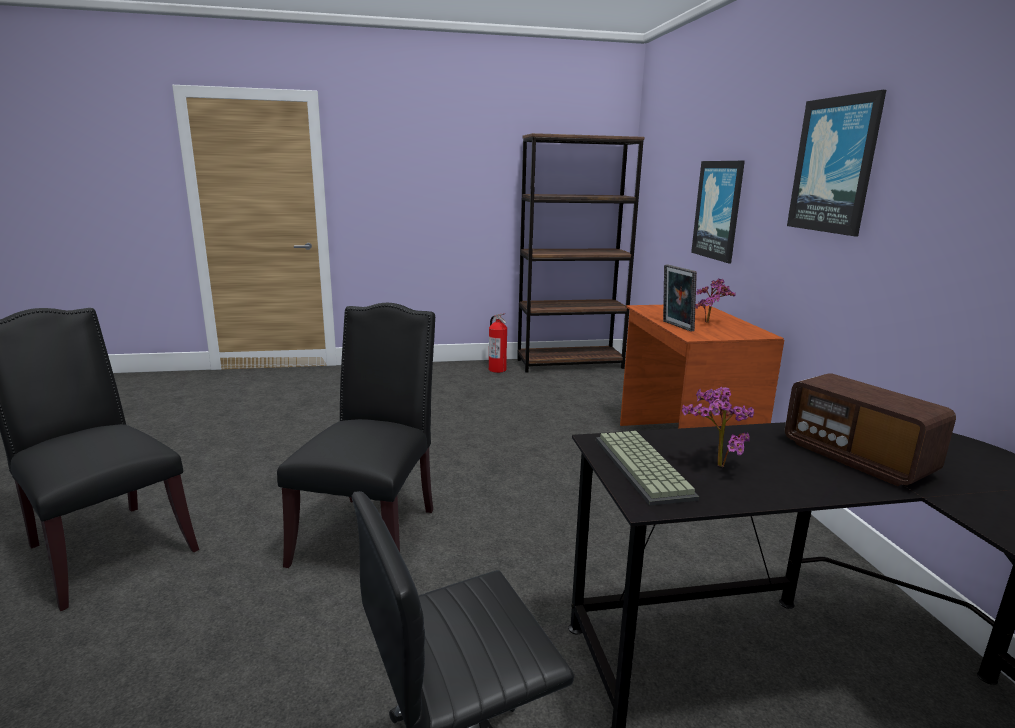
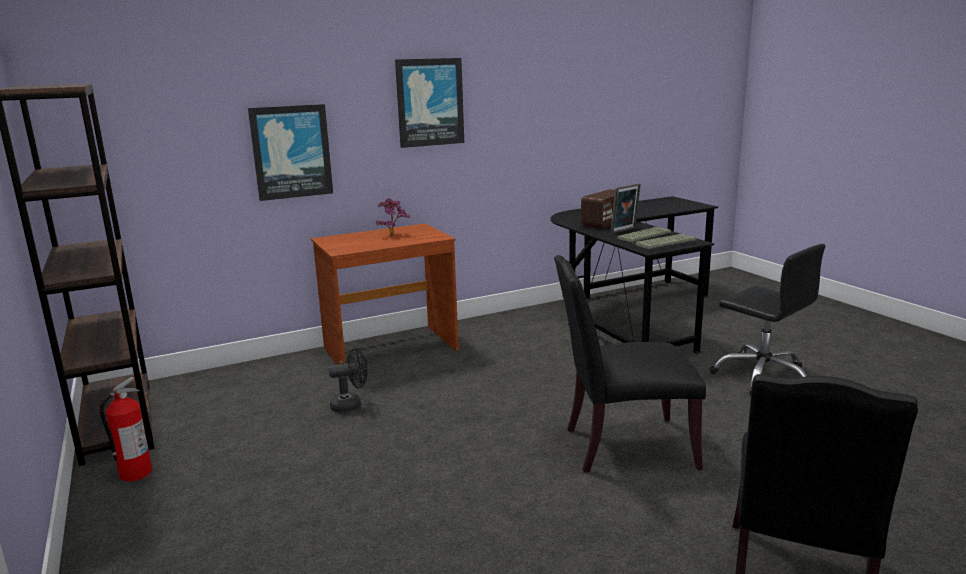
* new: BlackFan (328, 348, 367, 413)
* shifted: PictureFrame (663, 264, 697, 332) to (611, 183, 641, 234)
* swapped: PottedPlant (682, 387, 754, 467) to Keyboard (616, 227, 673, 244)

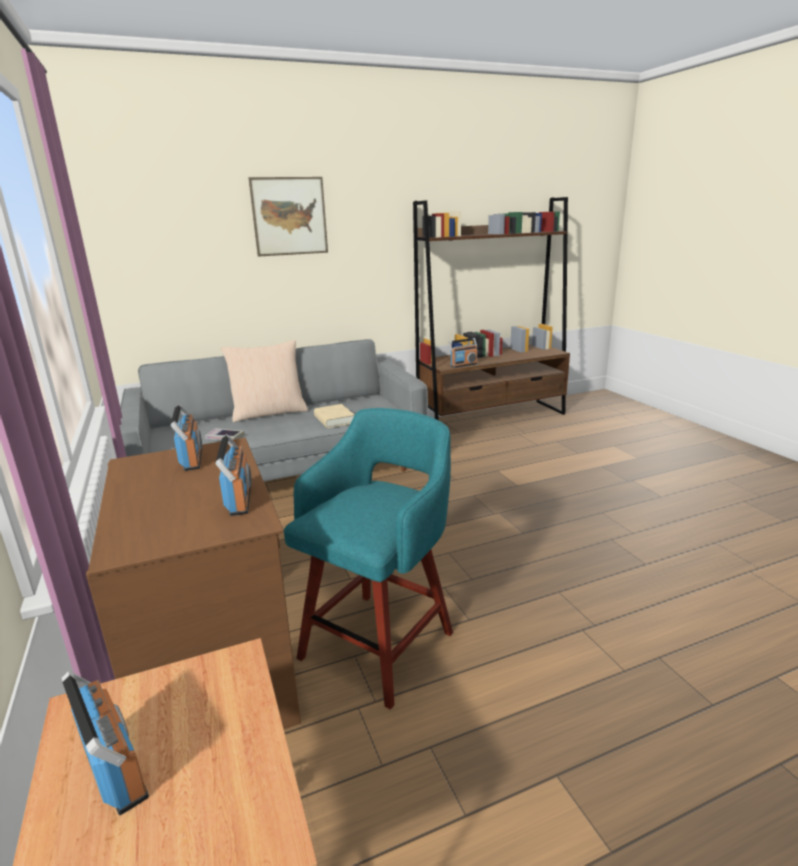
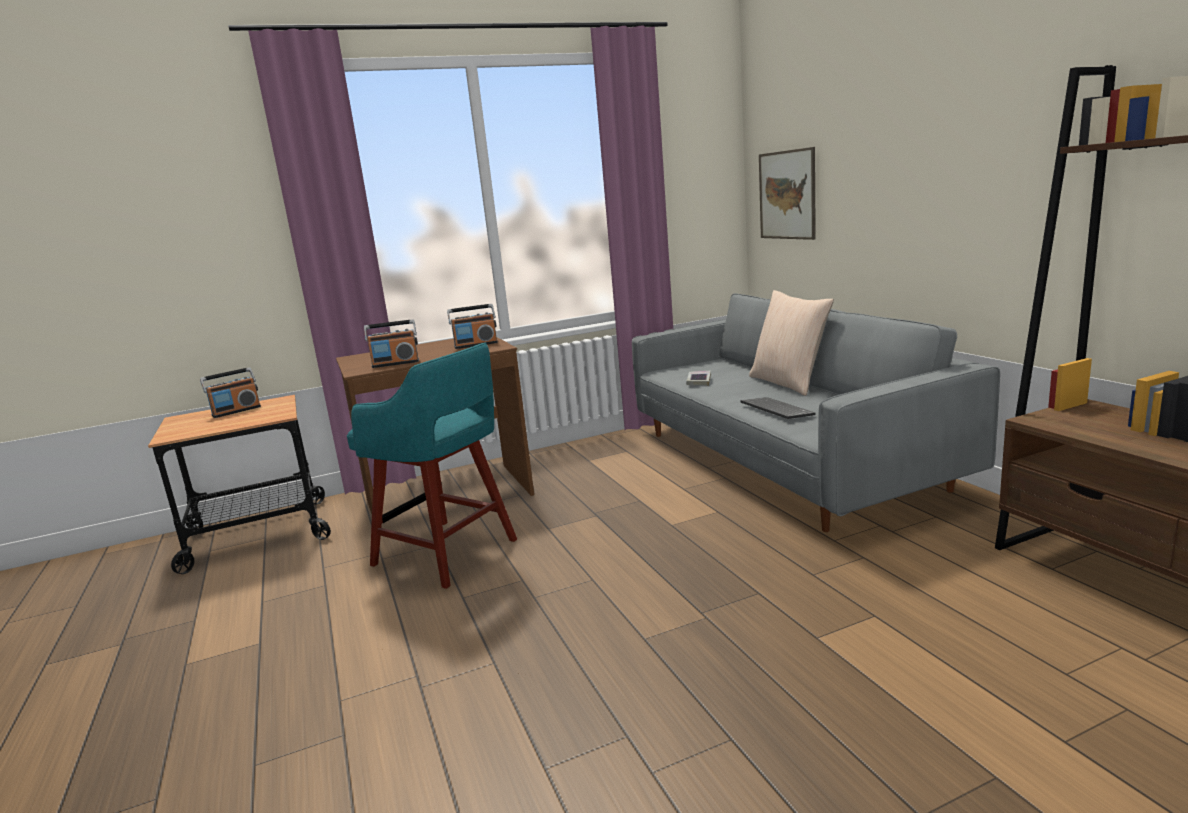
* swapped: BeigeBook (314, 404, 354, 428) to Keyboard (740, 397, 816, 419)
* shifted: Picture (248, 177, 328, 257) to (759, 147, 816, 240)
* gone: Radio (449, 338, 478, 368)

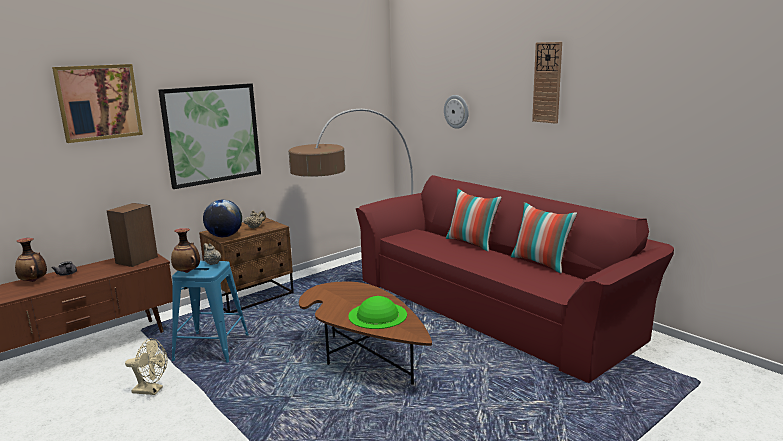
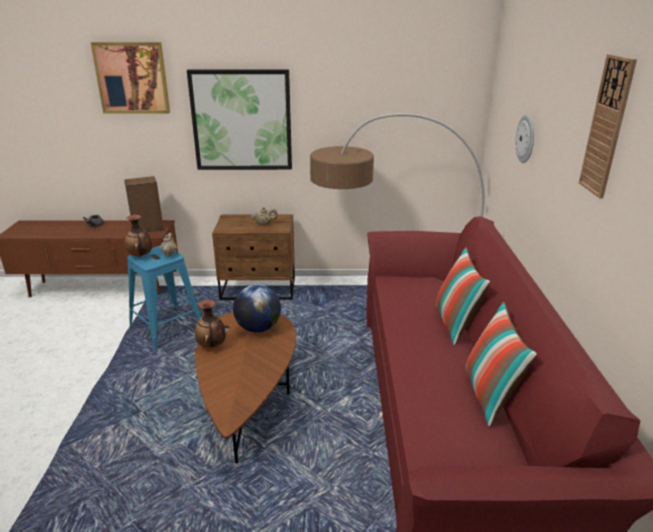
* shifted: Vase (15, 238, 47, 282) to (195, 300, 226, 348)
* shifted: Globe (203, 200, 242, 237) to (233, 285, 281, 332)
* gone: BeigeFan (125, 338, 168, 395)
* gone: GreenHat (348, 296, 407, 329)

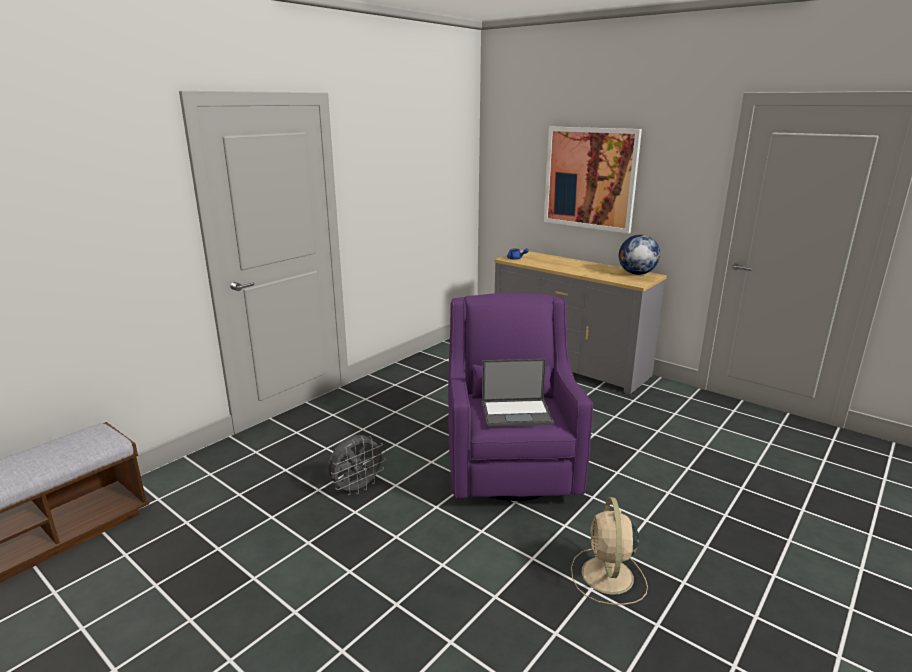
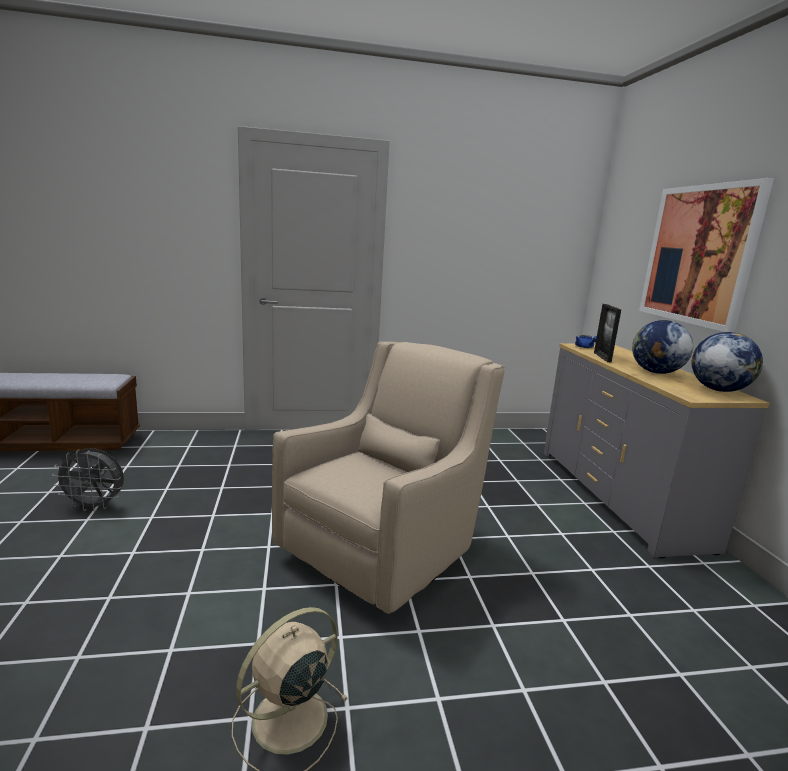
* shifted: GreyFan (328, 435, 386, 495) to (52, 448, 124, 512)
* repainted: PurpleArmchair (448, 293, 593, 502) to BeigeArmchair (272, 341, 504, 614)
* new: PictureFrame (594, 304, 621, 363)
* new: Globe (632, 320, 693, 374)
* gone: Laptop (482, 359, 554, 427)

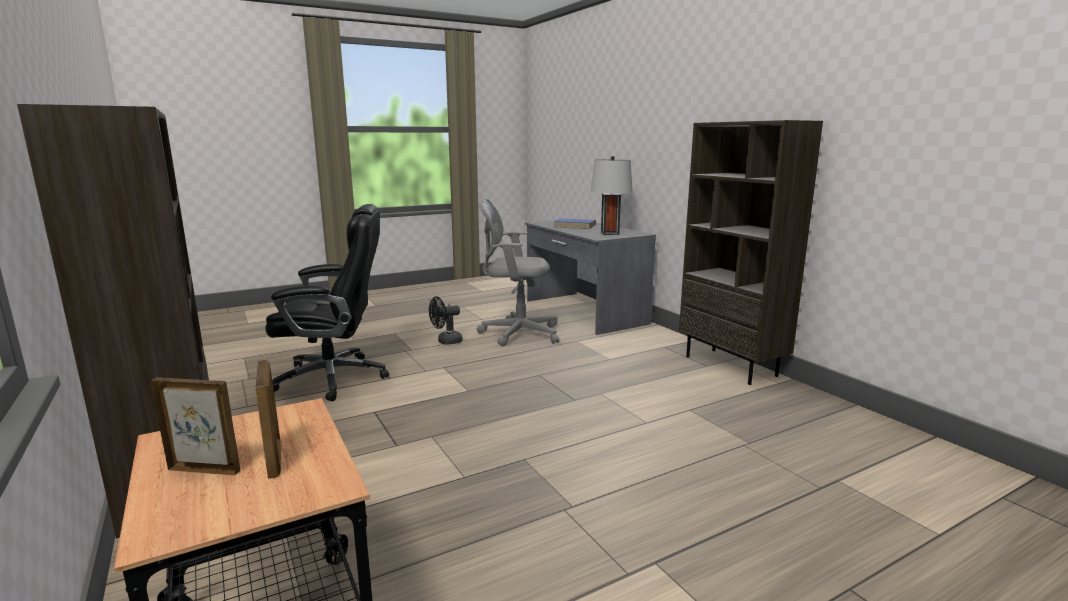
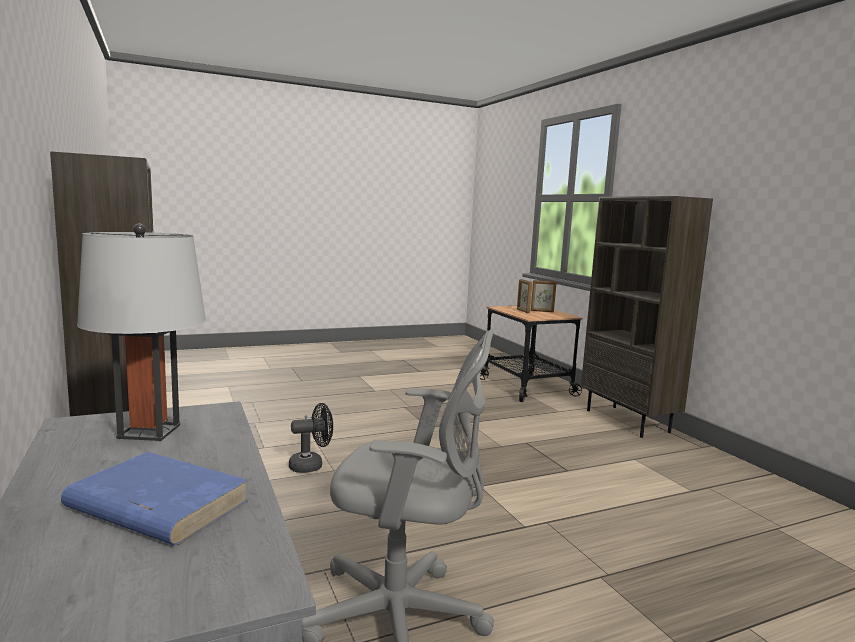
* shifted: BlackFan (429, 296, 463, 345) to (289, 403, 333, 473)
* gone: BlackOfficeChair (265, 204, 389, 401)

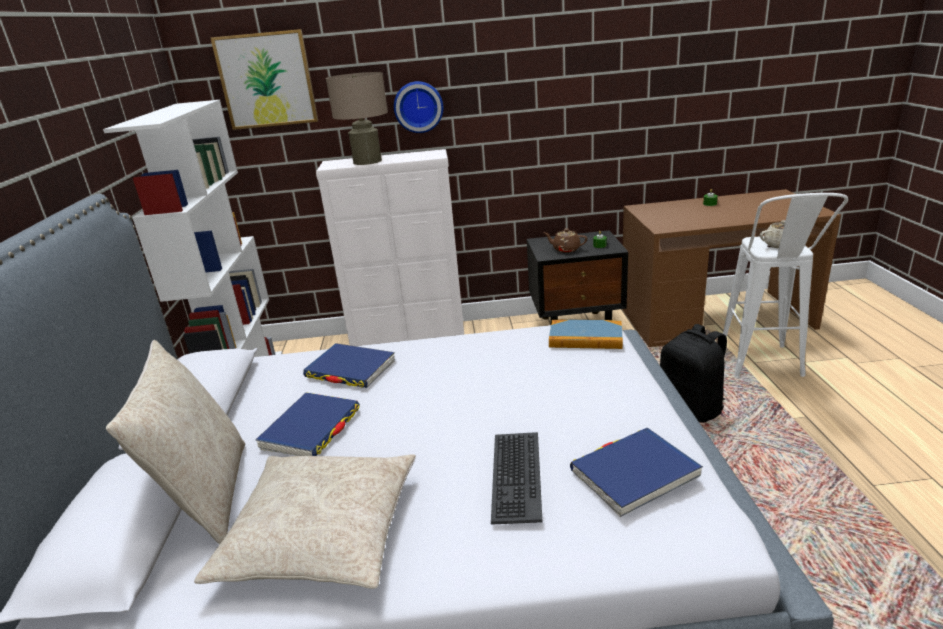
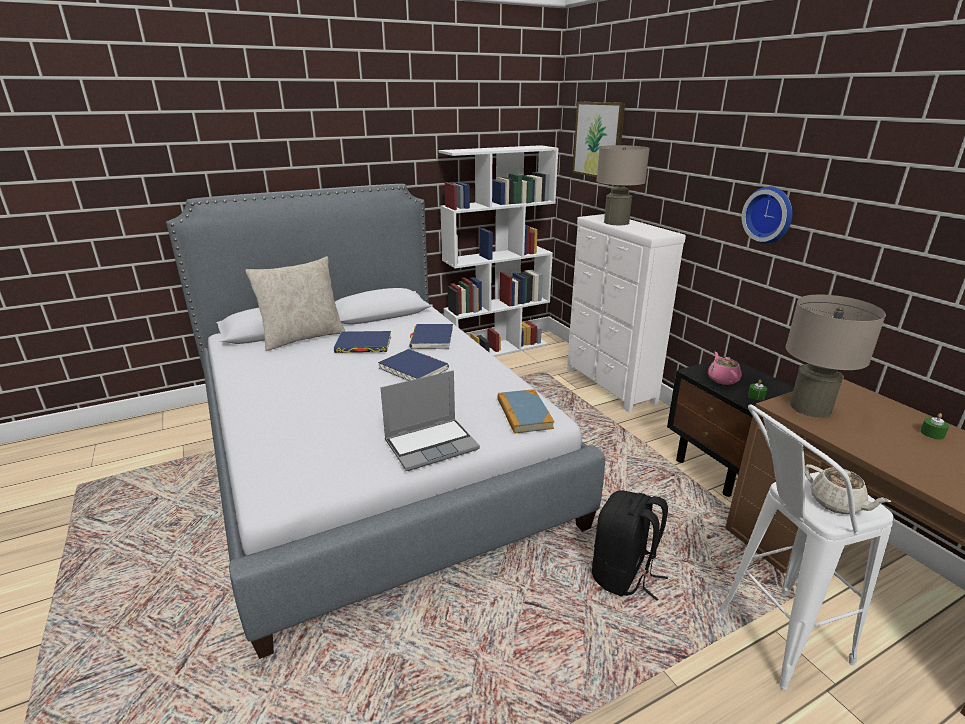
* shifted: BlueBook (570, 428, 703, 517) to (378, 349, 449, 381)
* new: Laptop (380, 370, 480, 471)
* repainted: BrownTeapot (543, 228, 587, 253) to PinkTeapot (708, 351, 741, 385)
* shifted: WallClock (394, 81, 443, 133) to (742, 187, 793, 244)
* new: BeigeTableLamp (786, 295, 886, 418)
* gone: BeigePillow (194, 454, 416, 589)
* gone: Keyboard (491, 432, 542, 525)

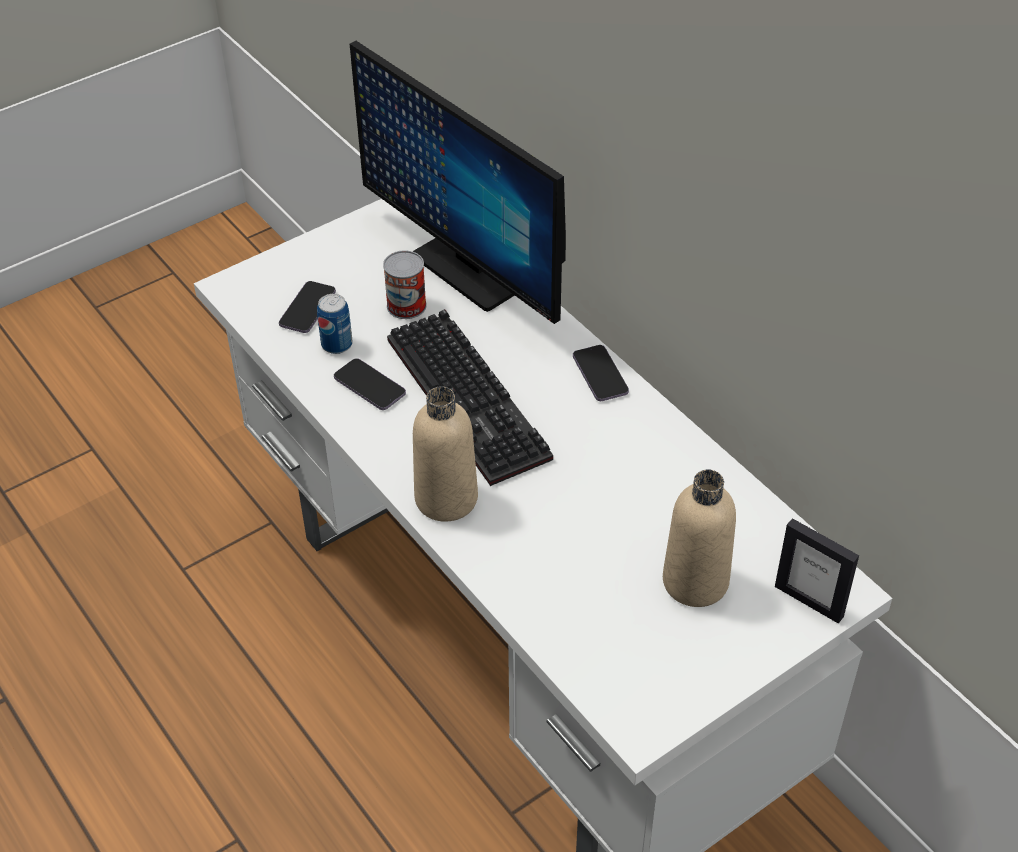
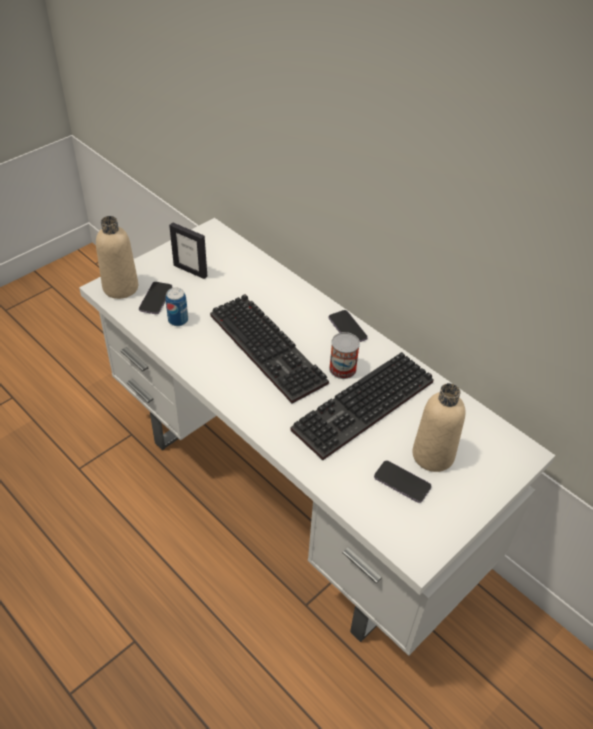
* shifted: BeigeBottle (413, 386, 478, 522) to (96, 216, 138, 299)
* shifted: PictureFrame (775, 518, 859, 624) to (169, 222, 207, 279)
* new: Keyboard (291, 352, 434, 460)
* shifted: Can (383, 250, 427, 319) to (329, 332, 360, 379)
* shifted: Phone (334, 358, 406, 410) to (374, 460, 431, 503)
* gone: Monitor (350, 41, 566, 324)

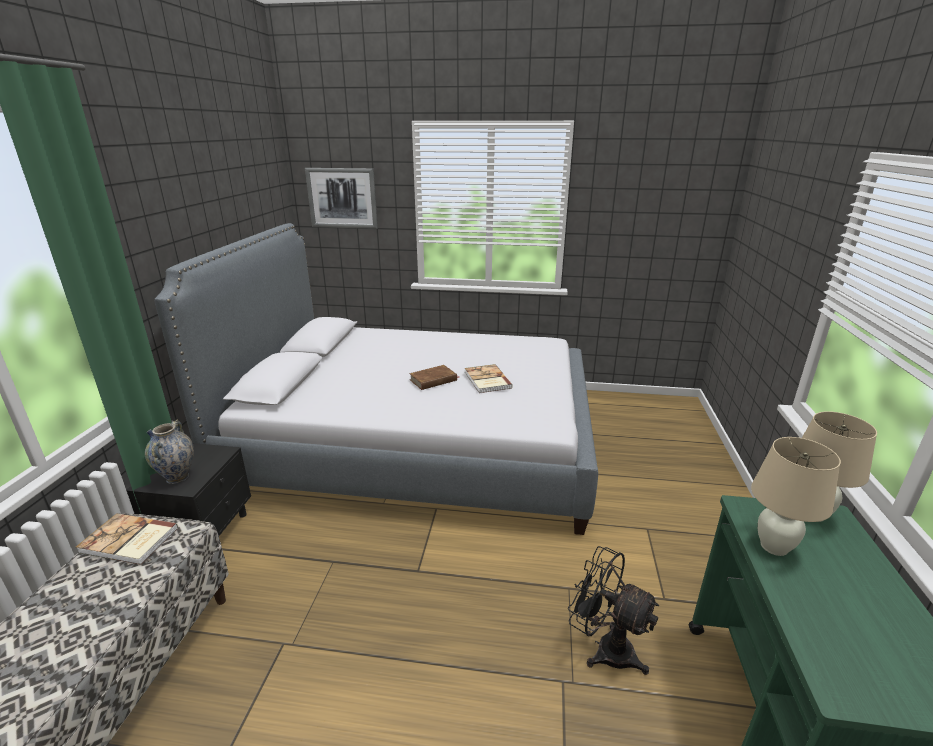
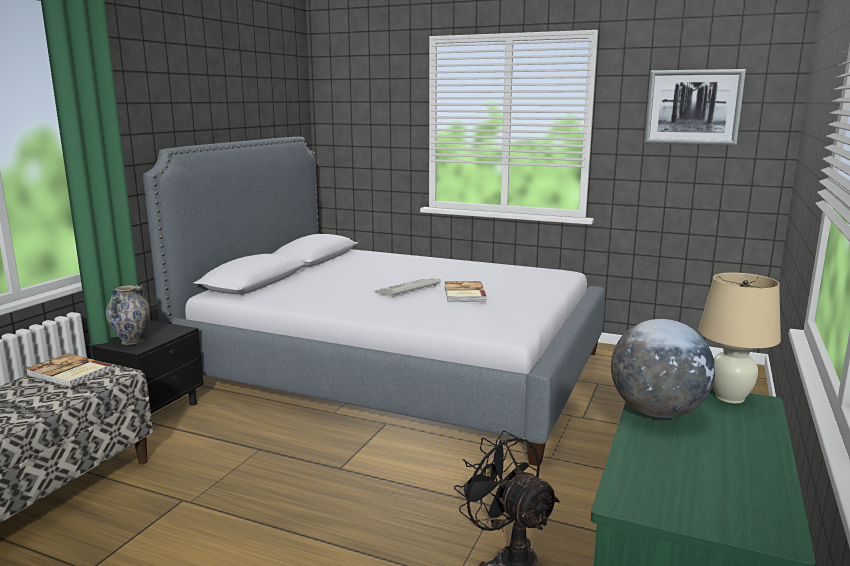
* swapped: BrownBook (409, 365, 460, 390) to Keyboard (375, 278, 440, 297)
* swapped: BeigeTableLamp (751, 437, 841, 556) to Globe (611, 319, 715, 418)
* shifted: Picture (305, 168, 378, 229) to (644, 69, 746, 146)

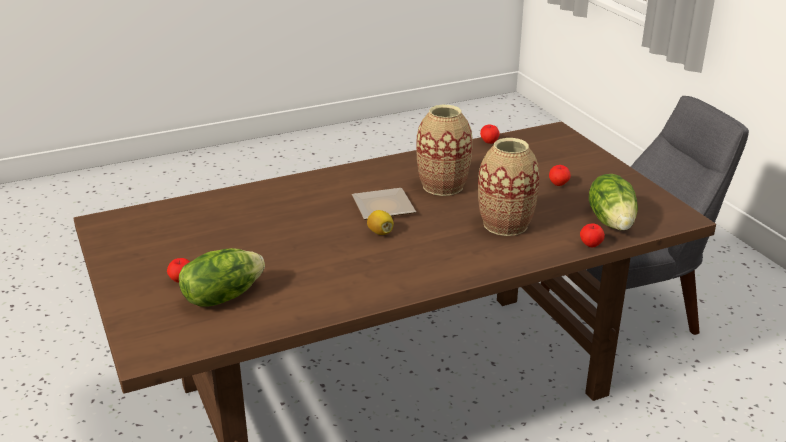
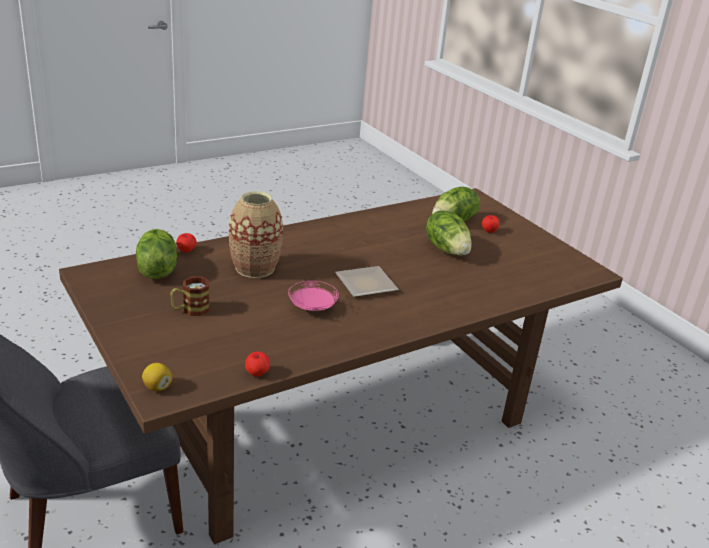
* shifted: Lemon (367, 210, 394, 235) to (142, 363, 172, 391)
* swapped: Apple (549, 165, 571, 186) to Mug (170, 276, 210, 316)
* swapped: Vase (416, 105, 472, 196) to PinkPlate (288, 281, 339, 311)
* new: Lettuce (426, 210, 472, 255)

